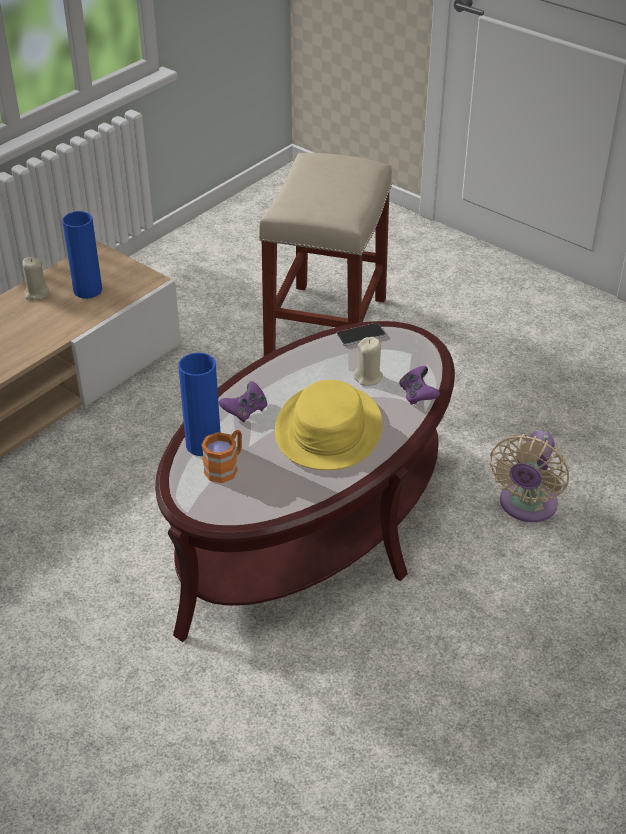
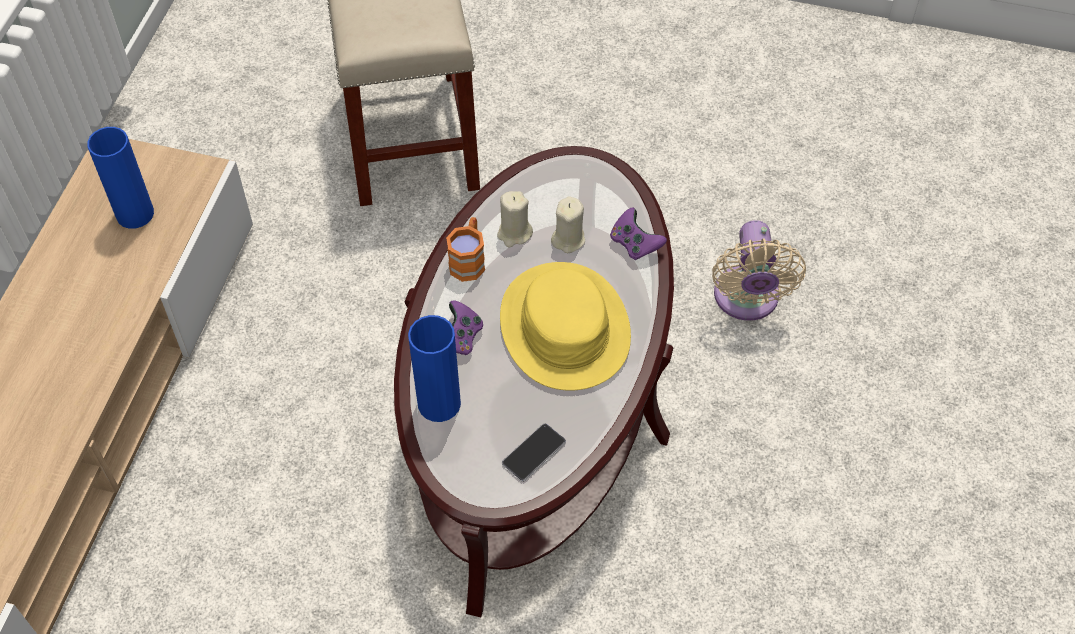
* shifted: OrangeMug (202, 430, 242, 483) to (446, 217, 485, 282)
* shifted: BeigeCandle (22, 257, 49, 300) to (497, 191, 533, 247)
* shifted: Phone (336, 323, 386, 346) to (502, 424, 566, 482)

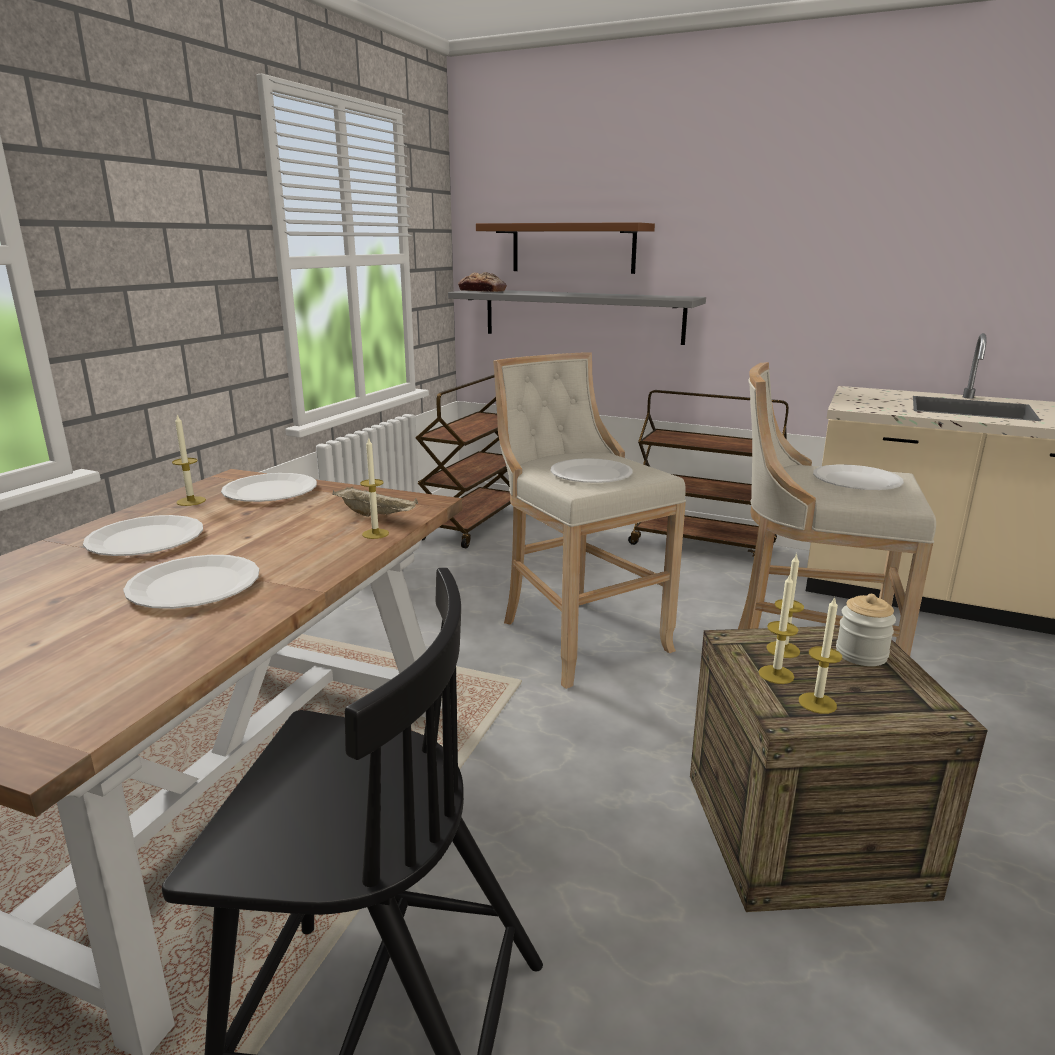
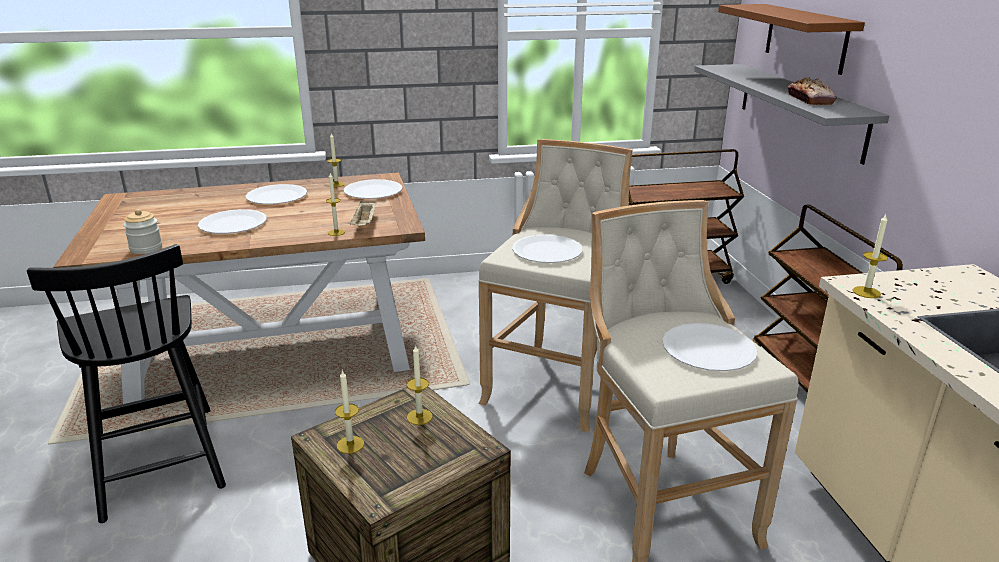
* shifted: Jar (836, 594, 896, 666) to (123, 209, 162, 254)
* shifted: Bread (458, 272, 507, 292) to (788, 77, 837, 105)
* shifted: Candle (759, 573, 799, 684) to (853, 214, 888, 298)

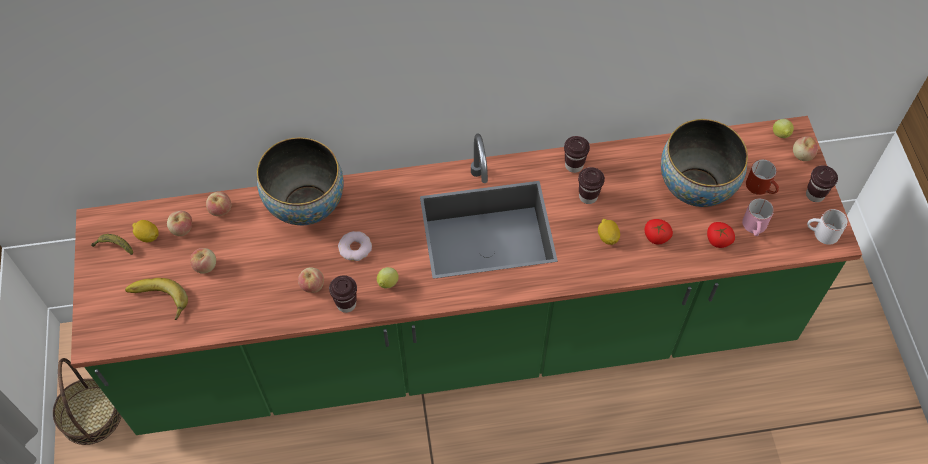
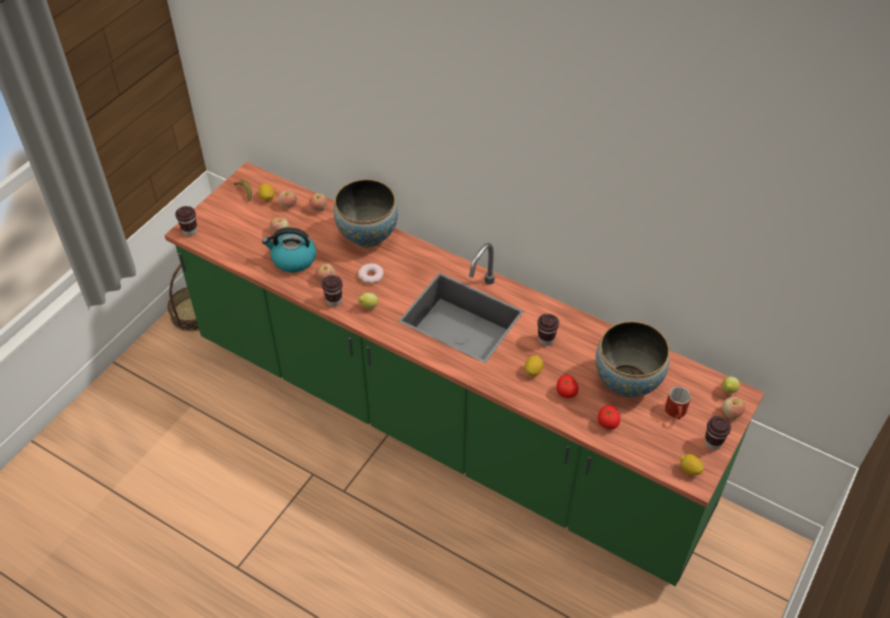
* shifted: BrownCup (564, 136, 590, 173) to (175, 206, 197, 236)
* new: Kettle (262, 227, 316, 273)
* swapped: WhiteMug (807, 209, 848, 245) to Lemon (680, 454, 704, 476)
* gone: Banana (125, 278, 188, 320)
* gone: PinkMug (742, 198, 774, 236)

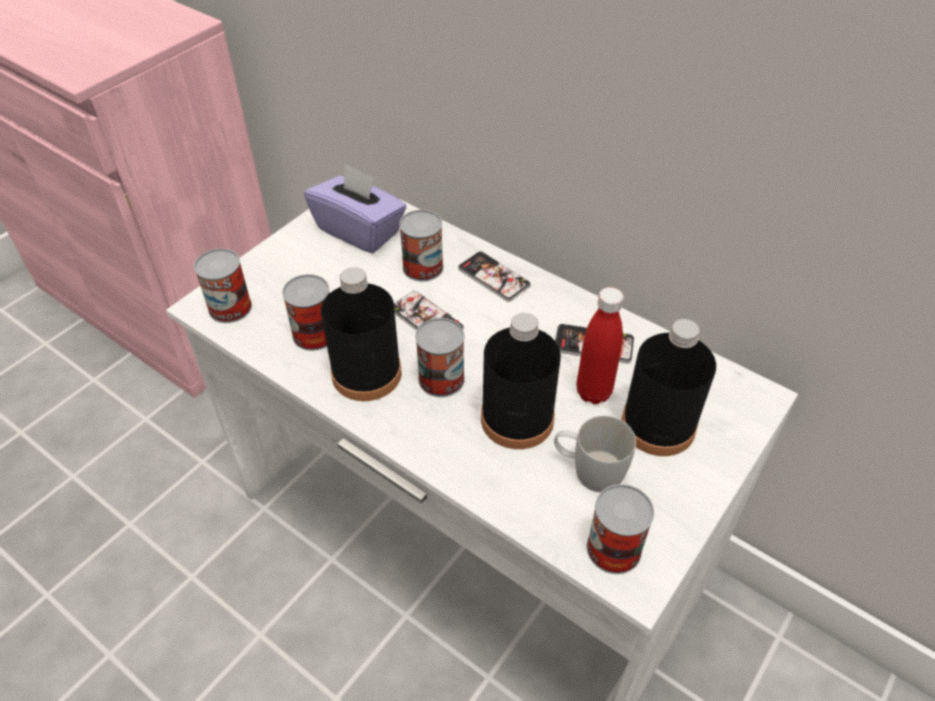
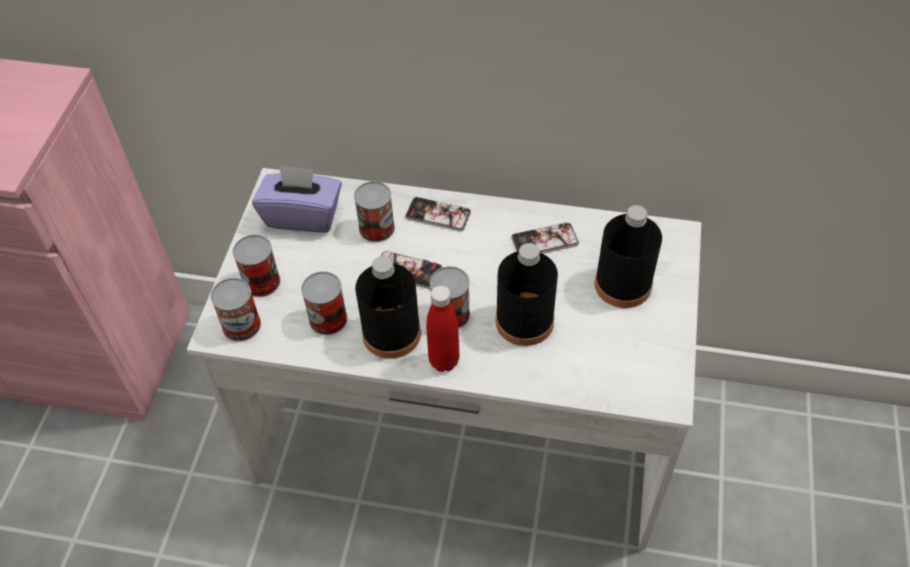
* shifted: Can (587, 484, 654, 574) to (233, 235, 280, 297)
* shifted: RedBottle (577, 287, 624, 404) to (426, 285, 460, 372)
* gone: WhiteMug (554, 416, 636, 492)

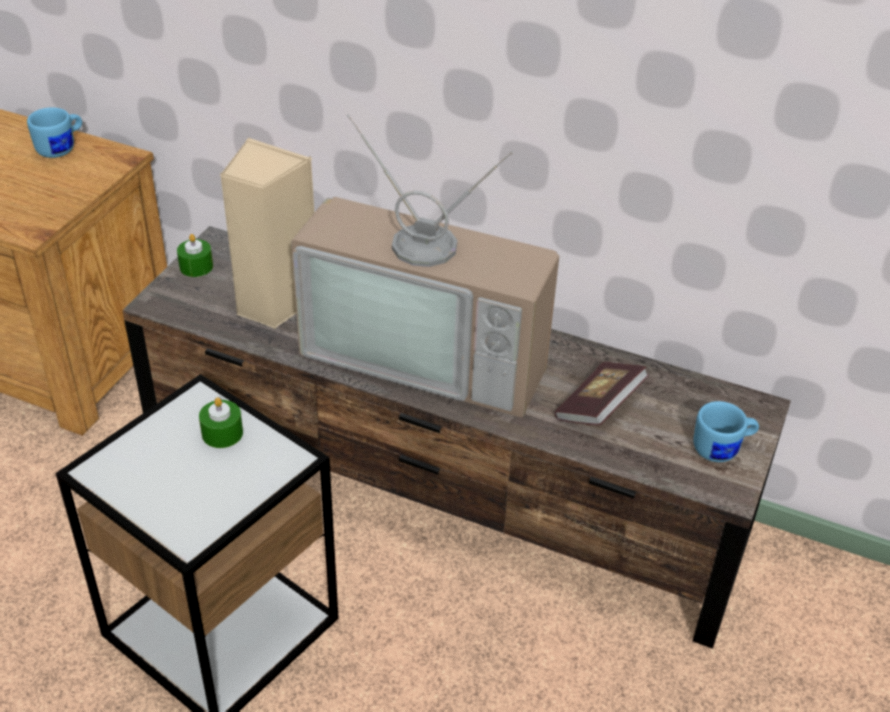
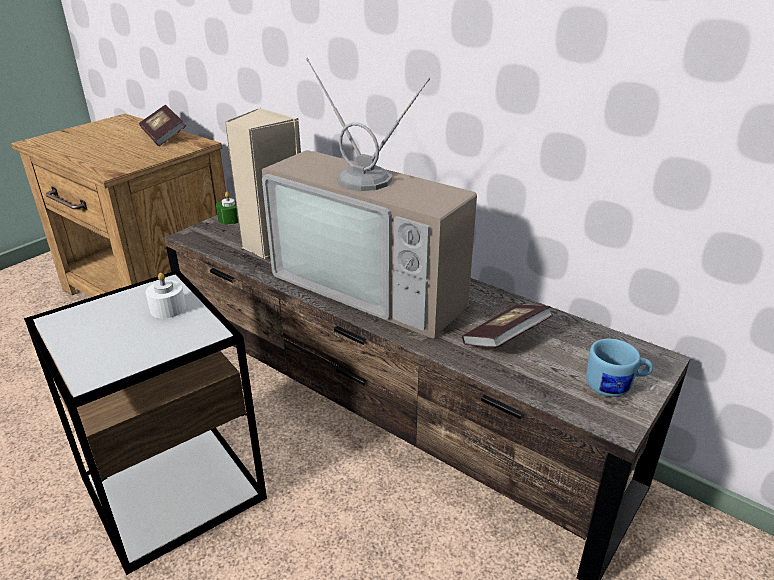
* swapped: BlueMug (27, 107, 82, 158) to Book (139, 105, 186, 146)
* repainted: GreenCandle (199, 397, 243, 448) to WhiteCandle (146, 273, 186, 318)

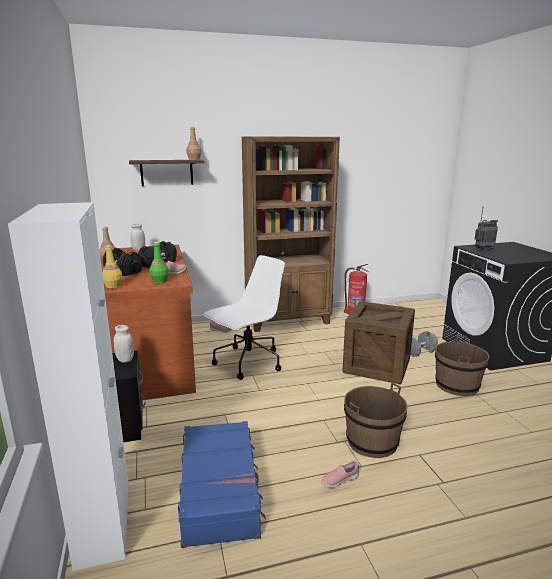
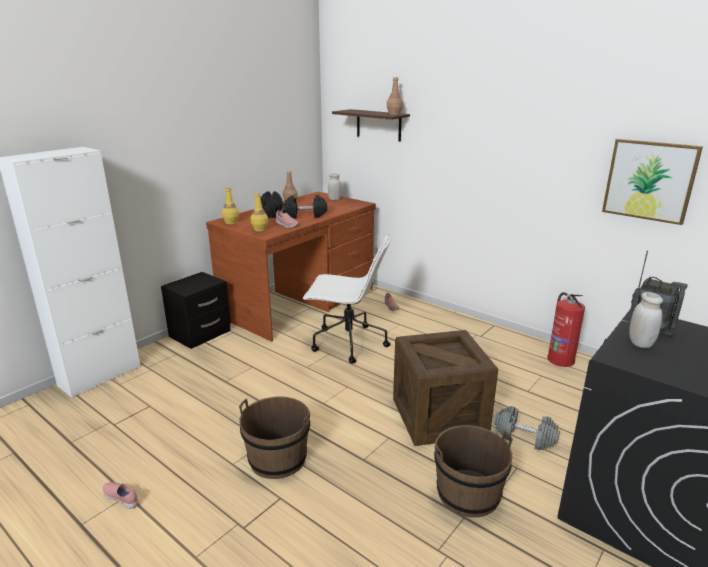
* shifted: PinkShoe (321, 461, 359, 488) to (103, 482, 138, 509)
* repainted: GreenBottle (149, 242, 169, 284) to YellowBottle (251, 192, 269, 231)
* new: Picture (602, 139, 703, 225)
* shifted: WhiteJar (114, 325, 134, 363) to (629, 292, 663, 348)
* gone: BlueSuitcase (178, 421, 266, 548)
* gone: BrownBookcase (241, 137, 340, 332)

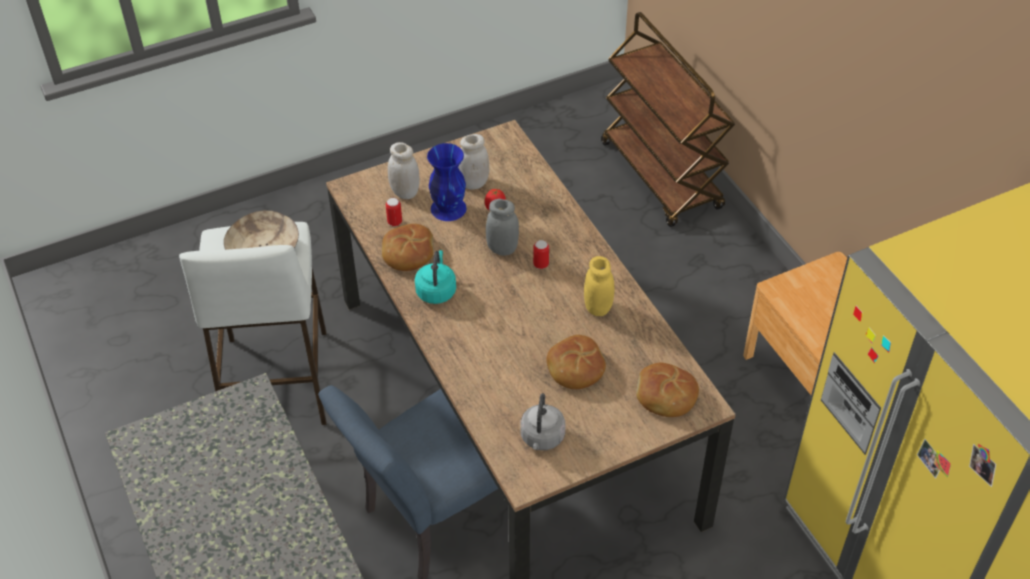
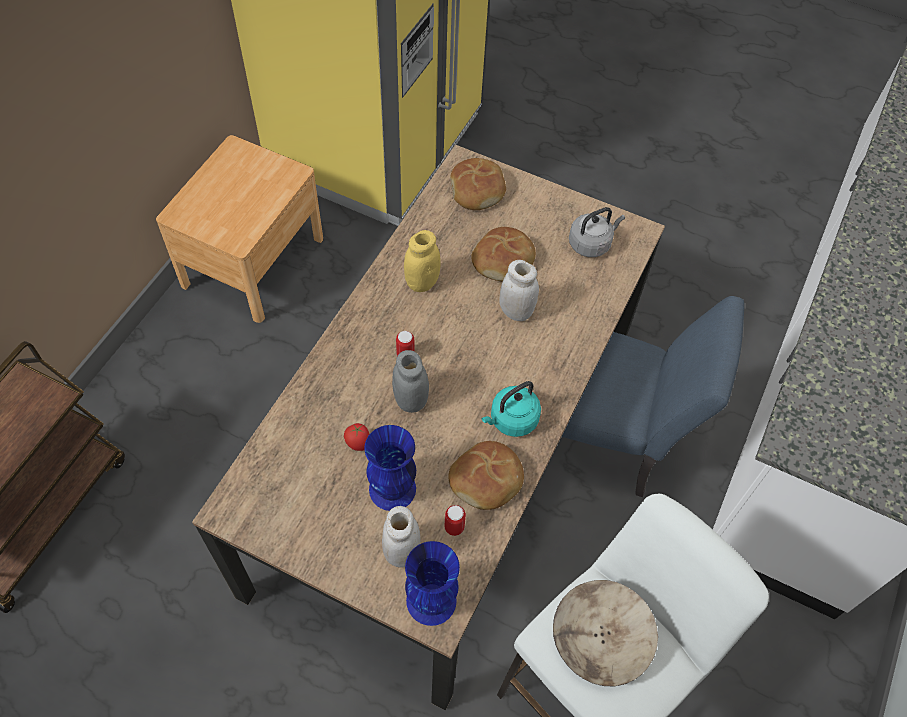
* new: BlueVase (405, 541, 460, 626)
* shifted: WhiteJar (458, 134, 489, 190) to (499, 260, 539, 321)

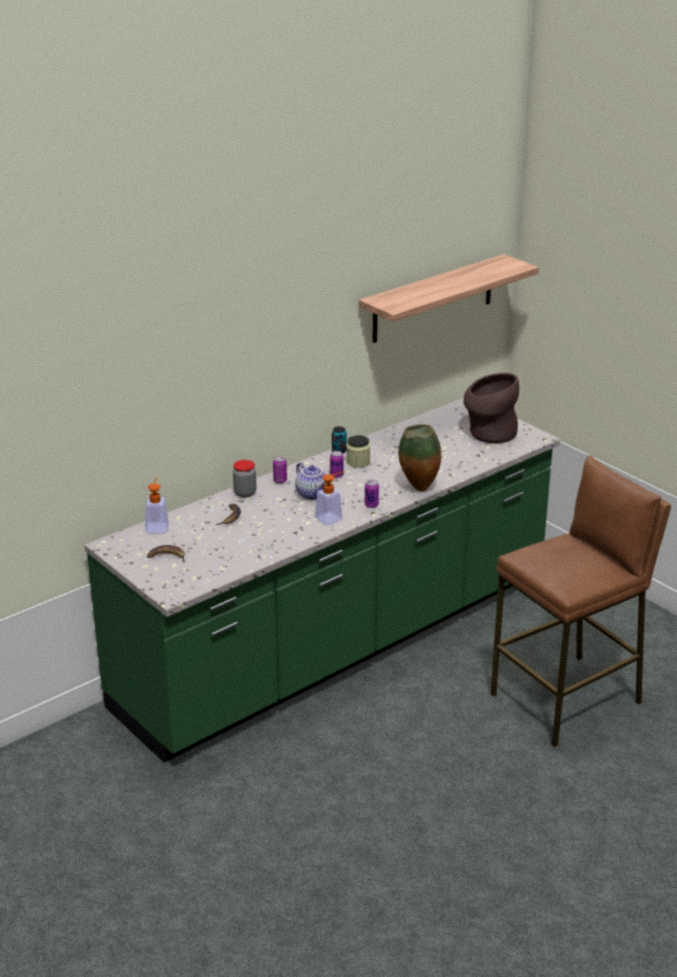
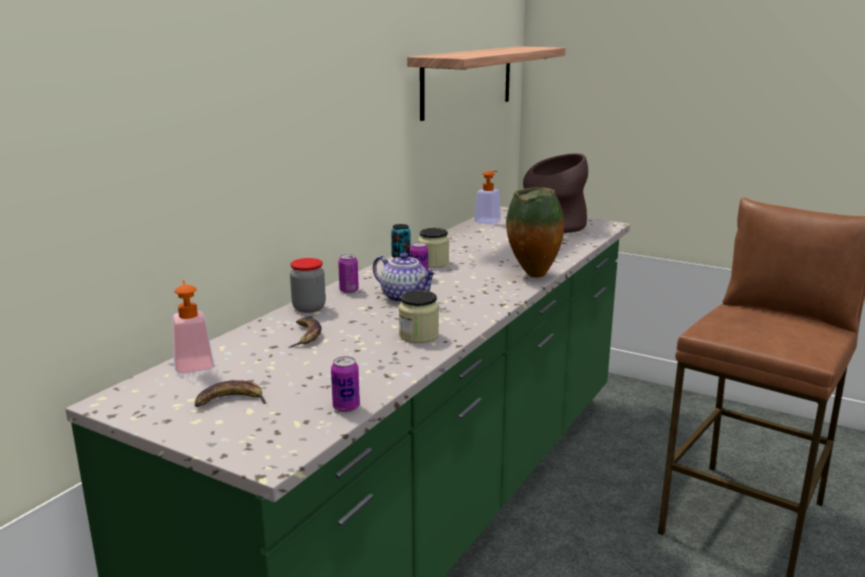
* shifted: Can (365, 480, 379, 508) to (331, 356, 360, 412)
* new: Jar (399, 290, 439, 343)
* shifted: SoapDispenser (315, 471, 344, 525) to (474, 171, 501, 224)

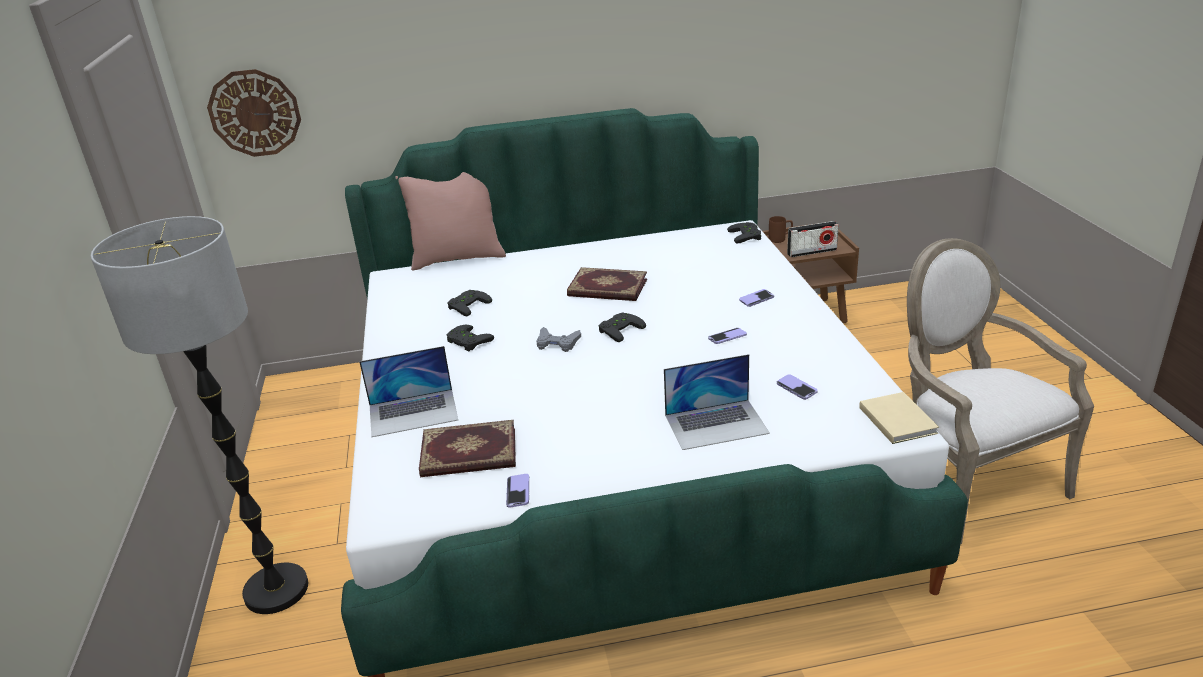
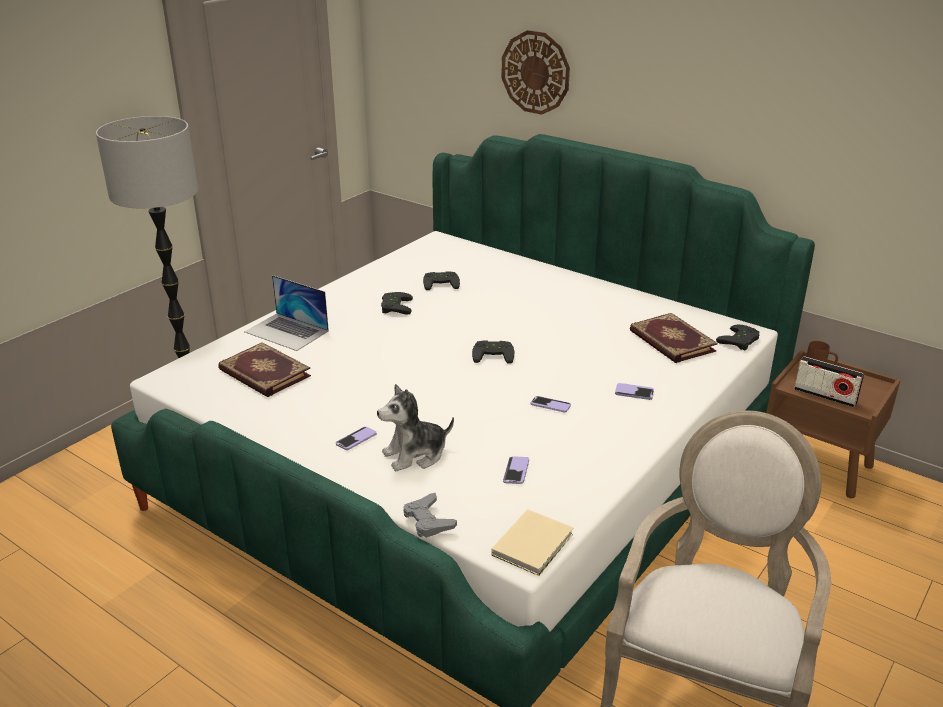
* shifted: Phone (506, 474, 529, 508) to (336, 427, 377, 450)
* swapped: Laptop (664, 354, 770, 450) to PlushToy (377, 384, 454, 471)
* shifted: GreyGameController (536, 327, 581, 352) to (403, 492, 457, 538)
* shifted: WallClock (207, 69, 301, 157) to (501, 30, 570, 115)
* shifted: Book (567, 267, 647, 301) to (630, 313, 718, 363)
* gone: PinkPillow (395, 172, 506, 271)

